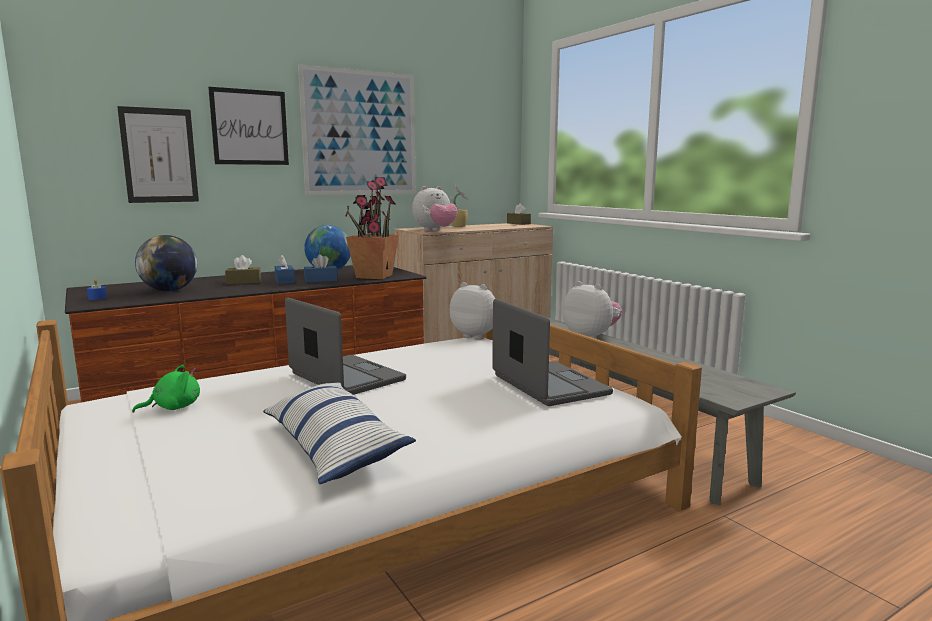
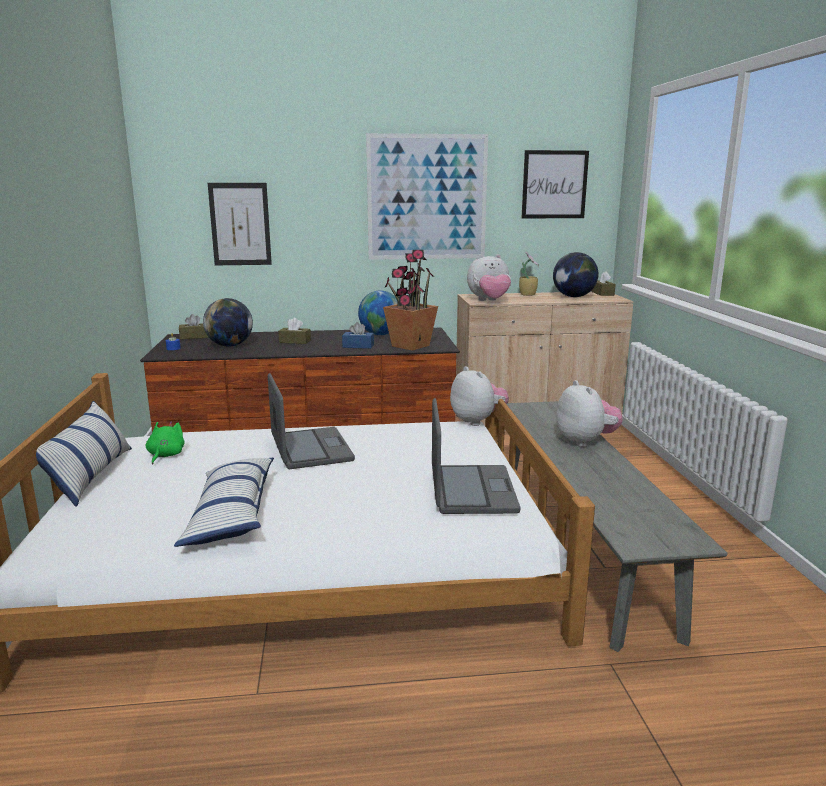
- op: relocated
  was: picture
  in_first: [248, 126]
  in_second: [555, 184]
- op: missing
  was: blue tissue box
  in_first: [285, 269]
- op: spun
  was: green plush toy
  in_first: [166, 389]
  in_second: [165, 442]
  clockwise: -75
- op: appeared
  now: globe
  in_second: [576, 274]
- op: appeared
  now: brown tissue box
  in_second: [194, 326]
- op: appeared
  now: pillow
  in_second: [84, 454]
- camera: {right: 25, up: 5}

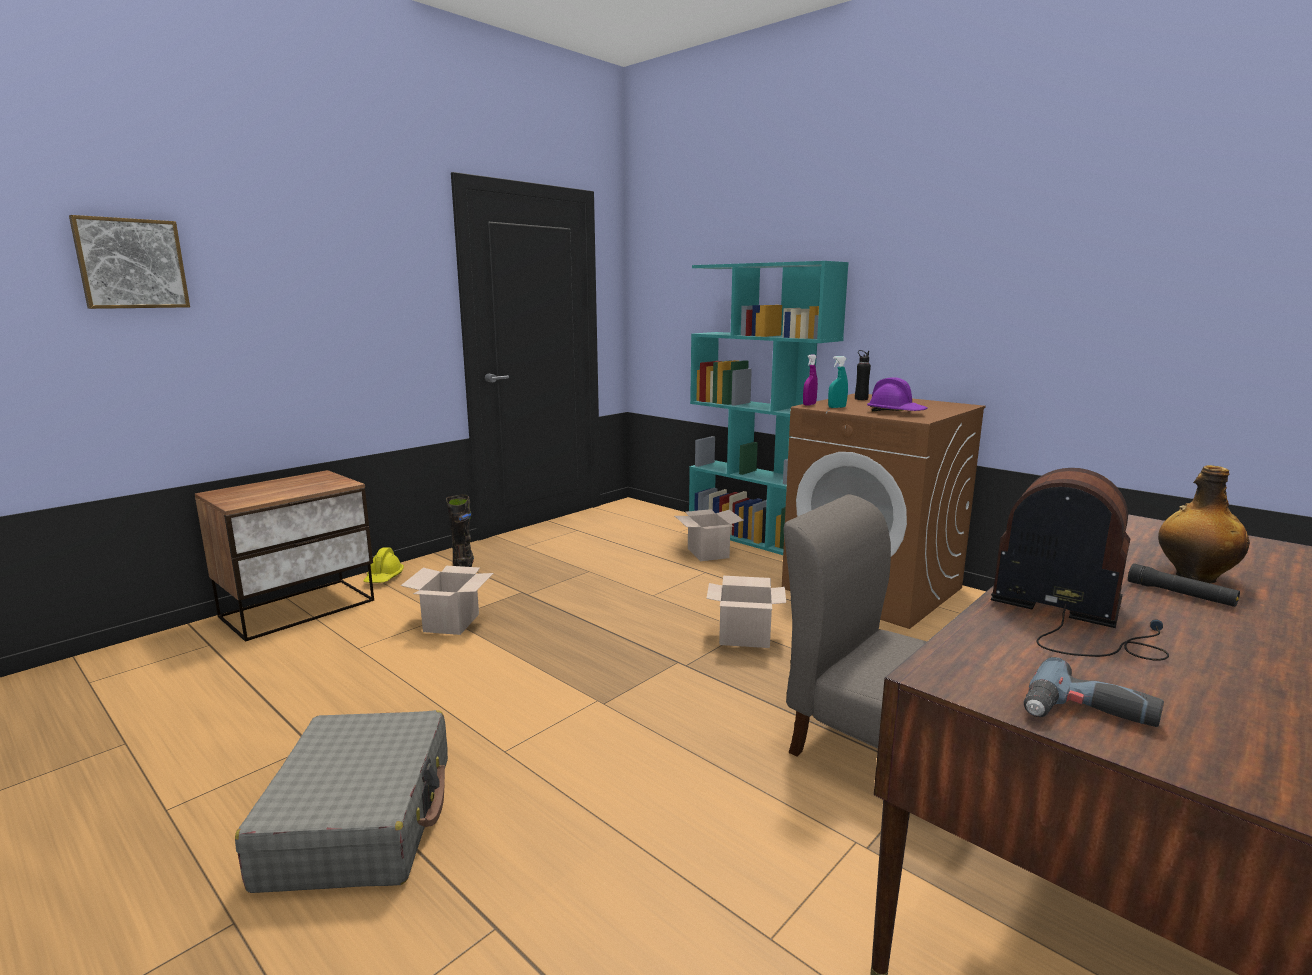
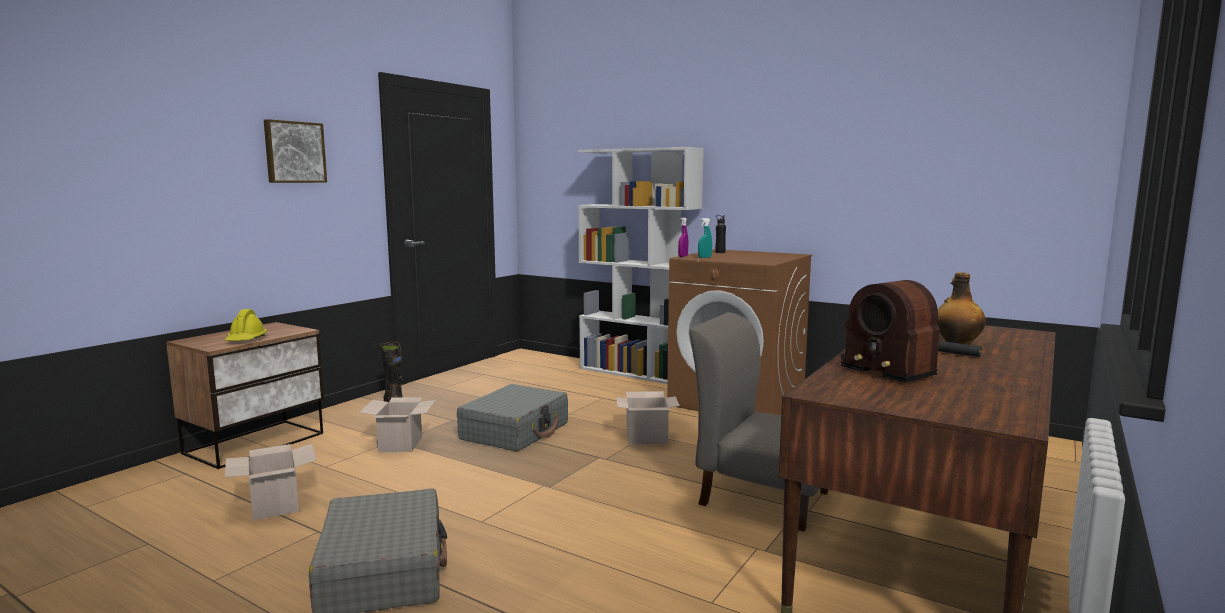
- op: relocated
  was: picture
  in_first: [129, 262]
  in_second: [295, 151]
- op: colour
  was: turquoise bookcase
  now: white bookcase
  in_first: [769, 408]
  in_second: [641, 265]
- op: missing
  was: purple hard hat
  in_first: [897, 394]
- op: spun
  was: radio
  in_first: [1080, 564]
  in_second: [890, 331]
  clockwise: -150
- op: relocated
  was: cardboard box
  in_first: [709, 535]
  in_second: [270, 482]
- op: relocated
  was: yellow hard hat
  in_first: [384, 565]
  in_second: [245, 325]
- op: missing
  was: power drill
  in_first: [1094, 692]
- op: appeared
  now: grey suitcase
  in_second: [512, 418]
- camera: {right: -10, up: -5}

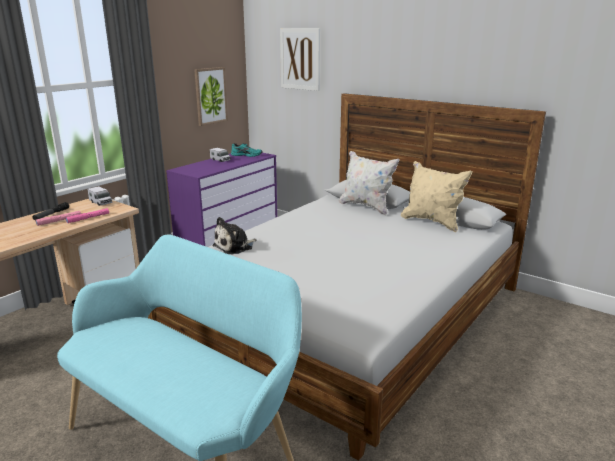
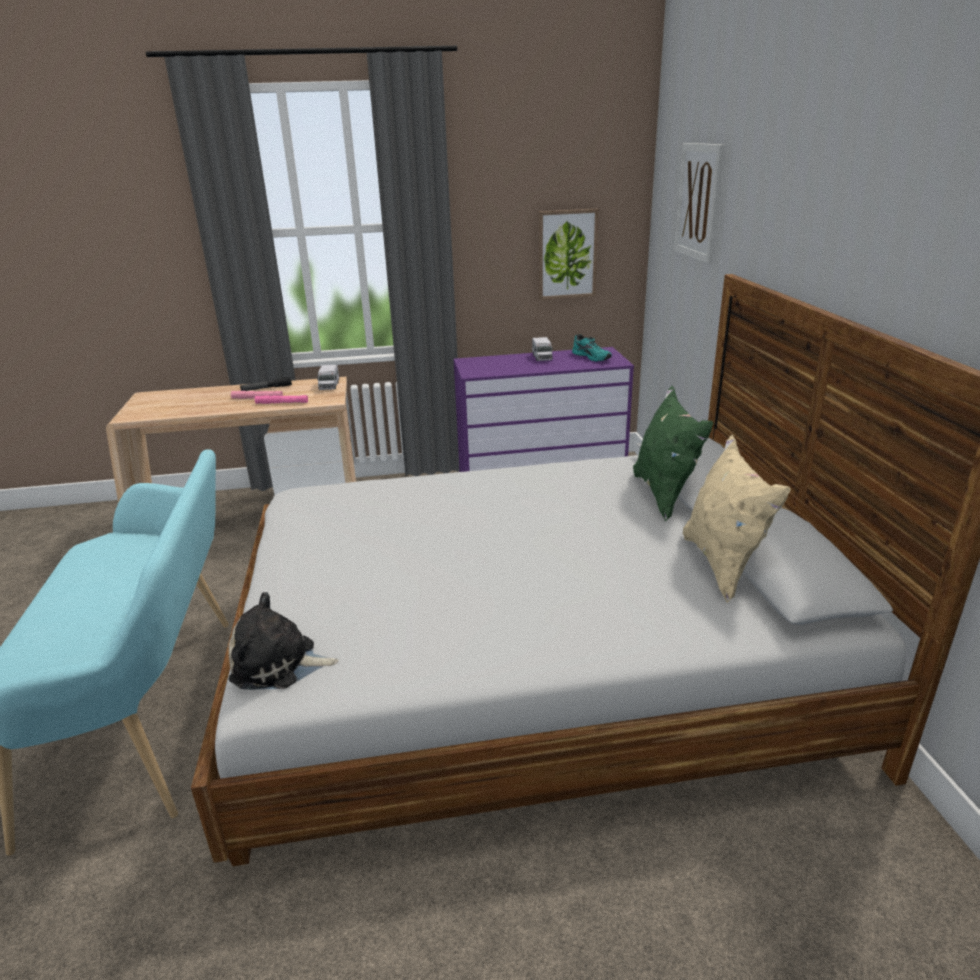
- op: colour
  was: white pillow
  now: green pillow
  in_first: [369, 183]
  in_second: [673, 453]
- op: relocated
  was: plush toy
  in_first: [234, 236]
  in_second: [284, 641]
- camera: {right: 45, up: 5}

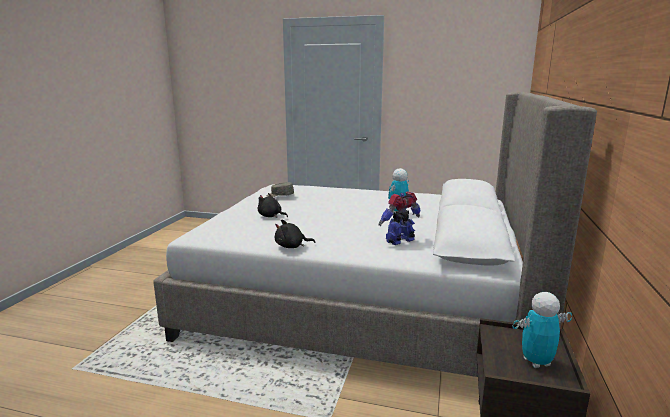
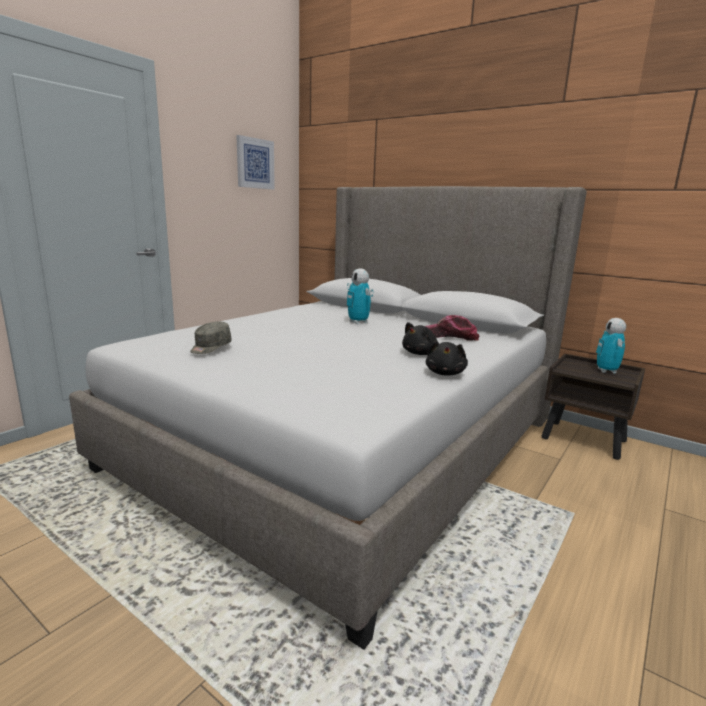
- op: exchanged
  was: toy robot
  now: cap
  in_first: [400, 218]
  in_second: [452, 328]
- op: relocated
  was: black plush toy
  in_first: [273, 205]
  in_second: [420, 338]
- op: appeared
  now: picture
  in_second: [255, 162]
- camera: {right: -70, up: 0}

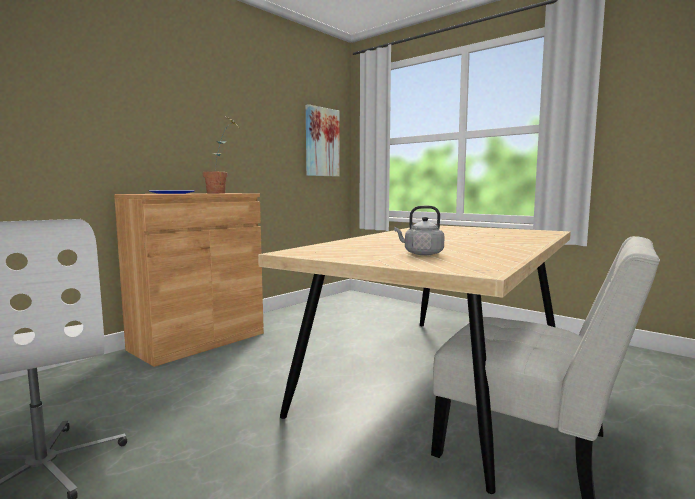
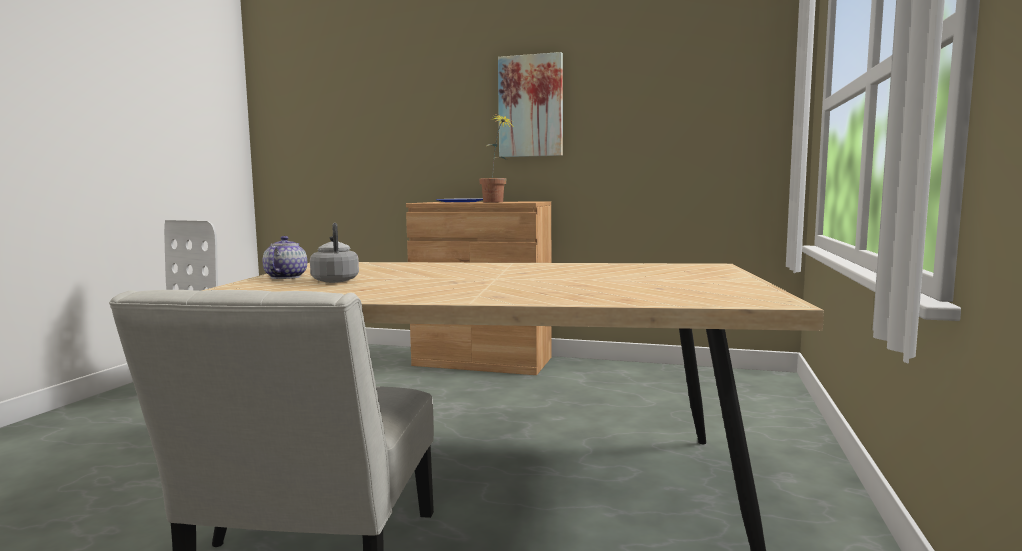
- op: relocated
  was: picture
  in_first: [323, 140]
  in_second: [530, 104]
- op: appeared
  now: teapot
  in_second: [285, 257]
- camera: {right: 65, up: 0}

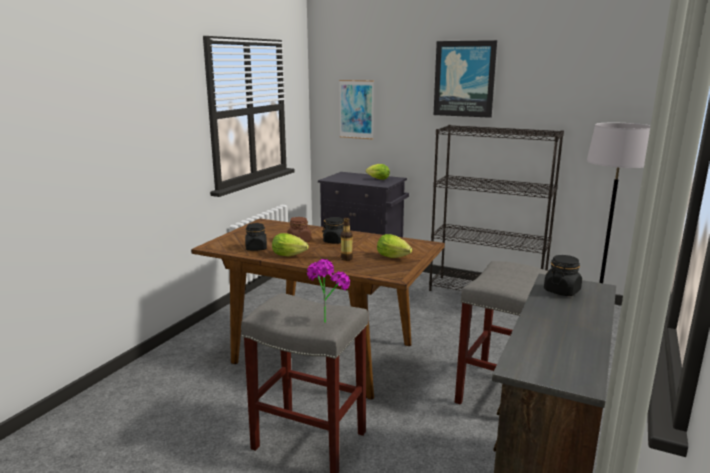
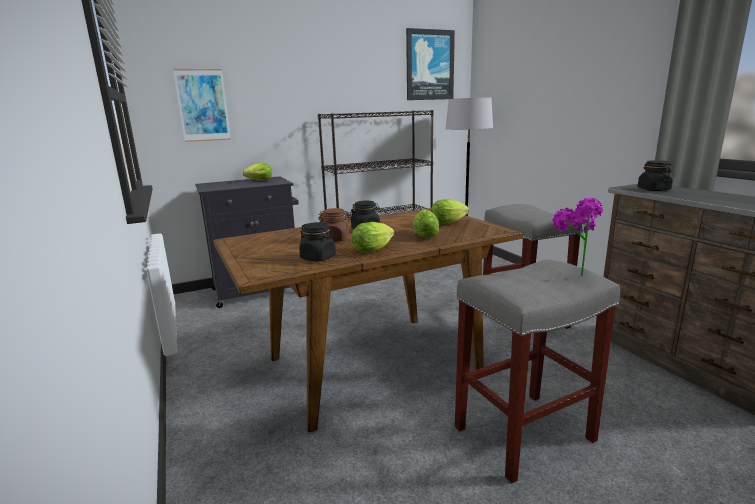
- op: relocated
  was: picture
  in_first: [465, 79]
  in_second: [430, 64]
- op: exchanged
  was: bottle
  now: lettuce
  in_first: [347, 239]
  in_second: [426, 223]
- camera: {right: -50, up: 0}

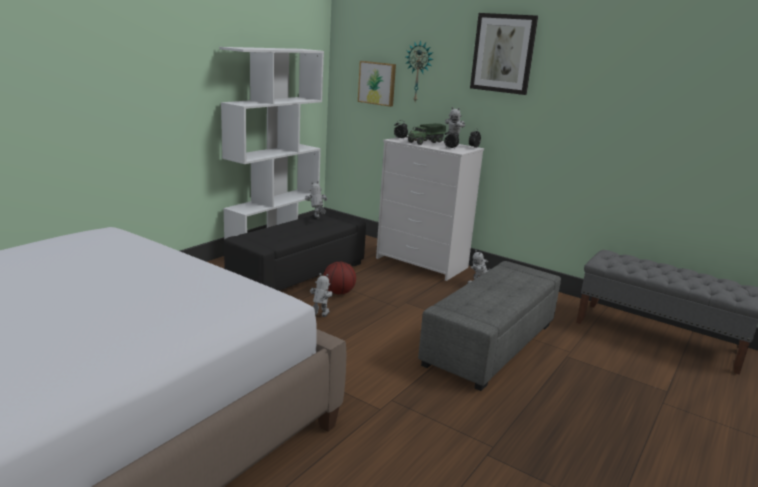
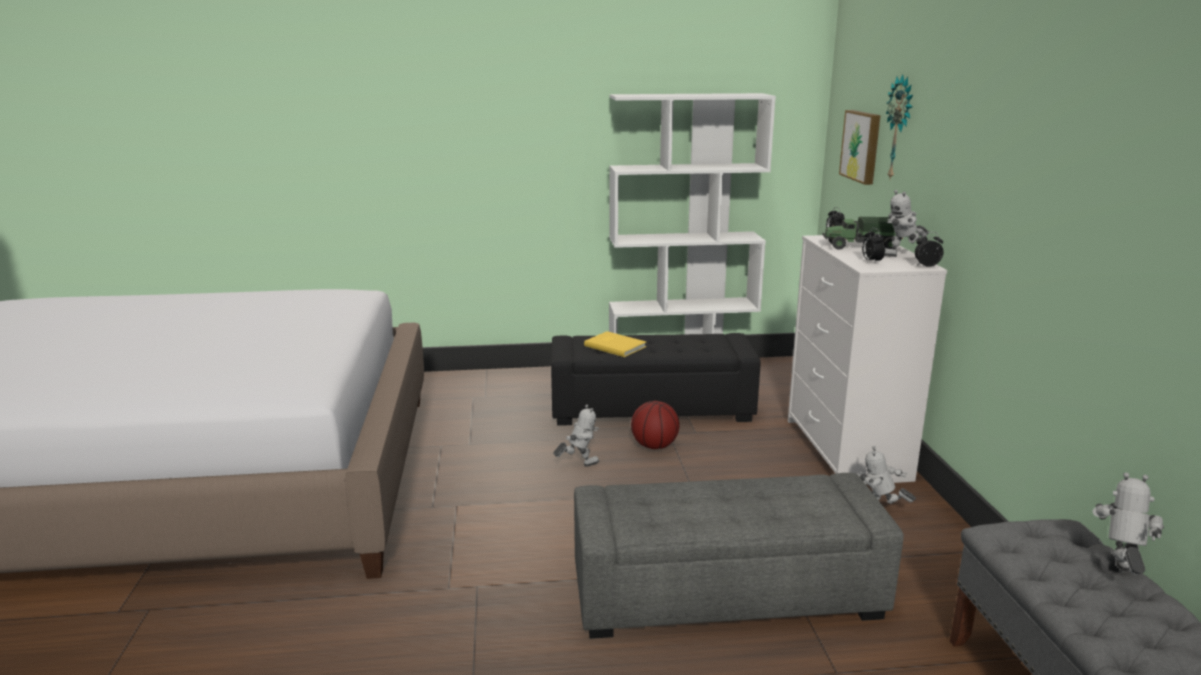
- op: missing
  was: picture
  in_first: [504, 54]
- op: relocated
  was: toy robot
  in_first: [316, 199]
  in_second: [1128, 523]
- op: appeared
  now: yellow book
  in_second: [615, 344]
- camera: {right: 50, up: 0}

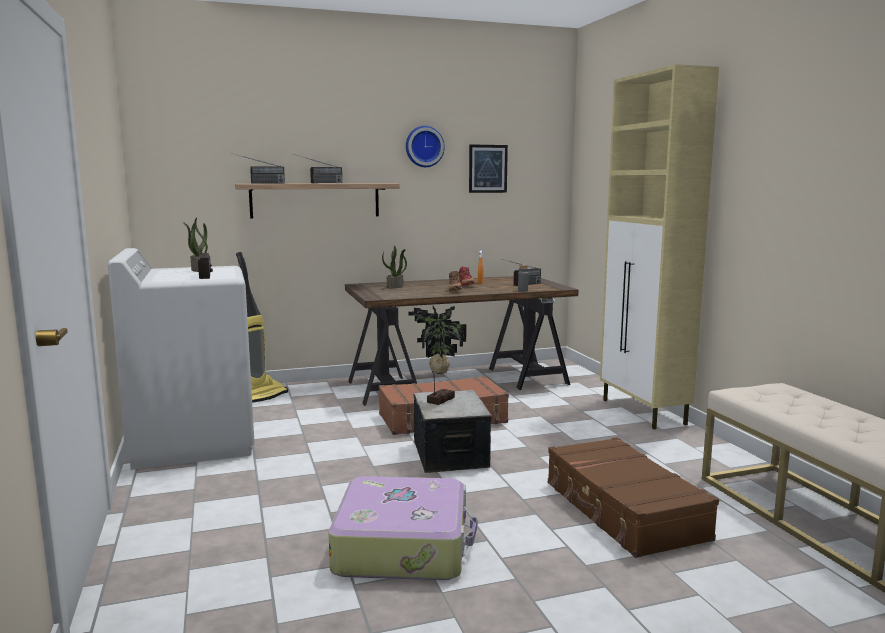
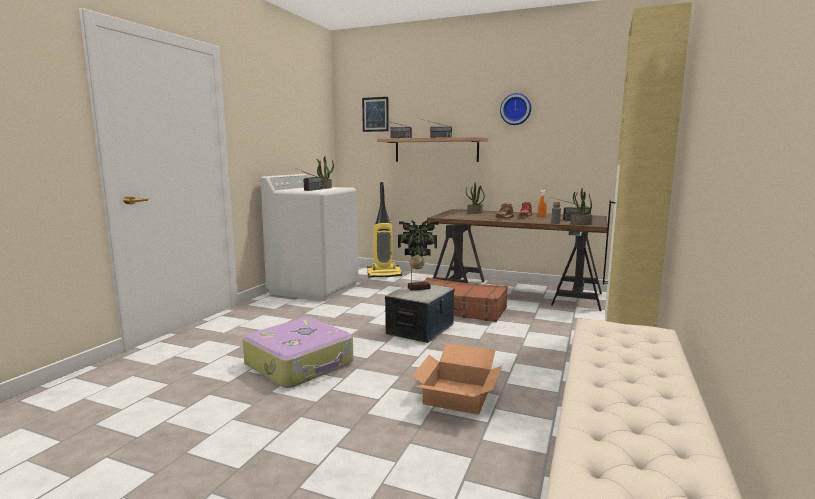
- op: relocated
  was: picture
  in_first: [488, 168]
  in_second: [375, 114]
- op: exchanged
  was: brown suitcase
  now: cardboard box
  in_first: [633, 497]
  in_second: [457, 379]
- op: appeared
  now: potted plant
  in_second: [581, 206]
- camera: {right: 40, up: 0}

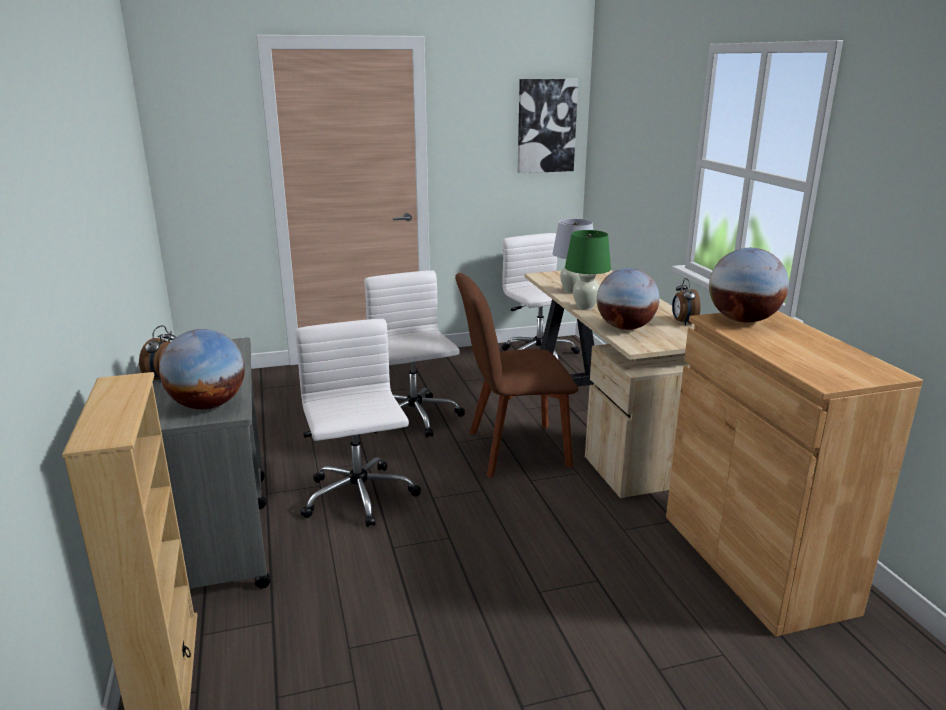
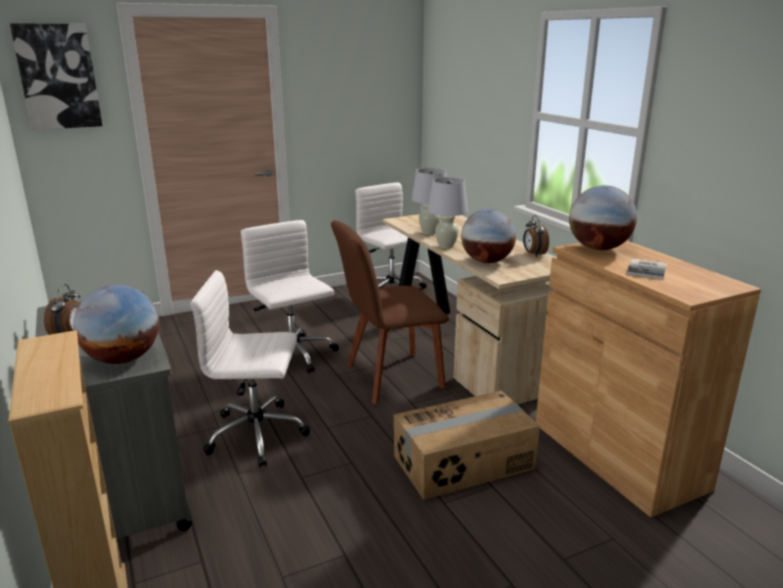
- op: relocated
  was: picture
  in_first: [548, 126]
  in_second: [56, 76]
- op: colour
  was: green table lamp
  now: white table lamp
  in_first: [588, 270]
  in_second: [447, 212]
- op: spun
  was: white office chair
  in_first: [358, 423]
  in_second: [250, 368]
  clockwise: -60
- op: appeared
  now: book
  in_second: [646, 268]
- op: appeared
  now: cardboard box
  in_second: [467, 445]
- camera: {right: -10, up: 0}

